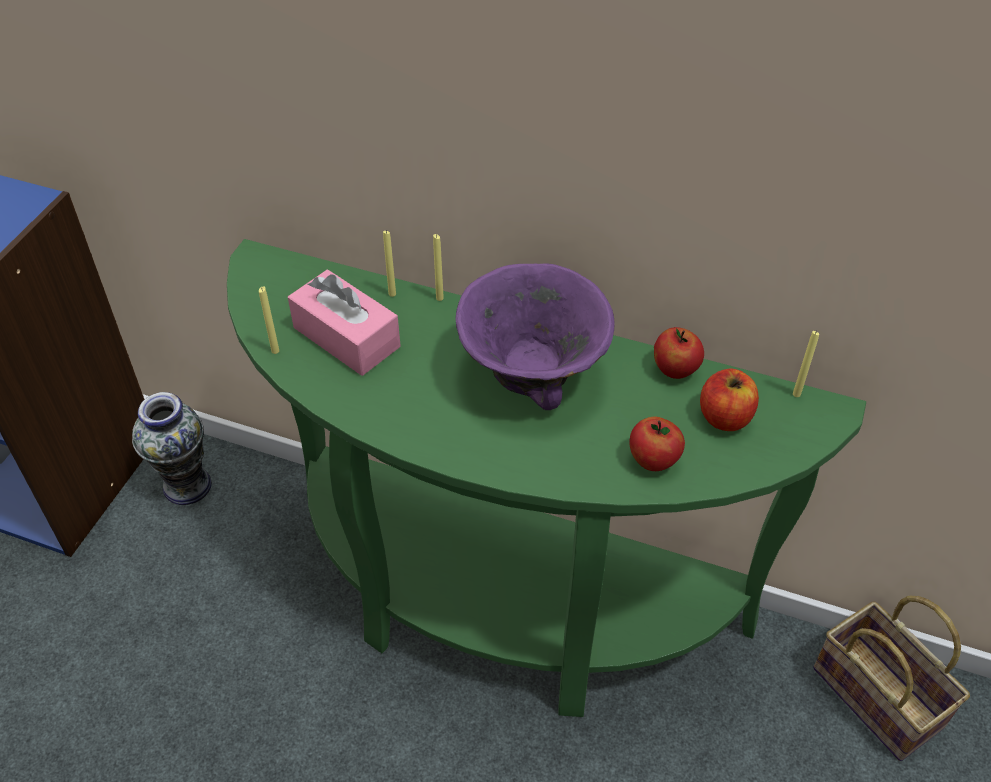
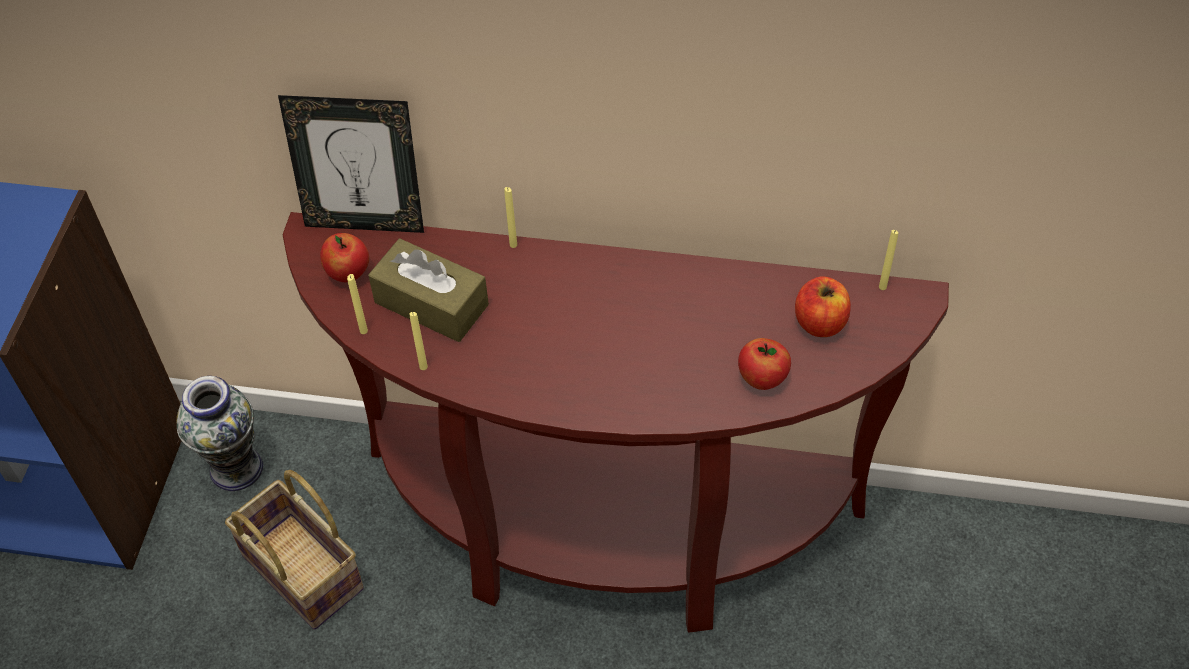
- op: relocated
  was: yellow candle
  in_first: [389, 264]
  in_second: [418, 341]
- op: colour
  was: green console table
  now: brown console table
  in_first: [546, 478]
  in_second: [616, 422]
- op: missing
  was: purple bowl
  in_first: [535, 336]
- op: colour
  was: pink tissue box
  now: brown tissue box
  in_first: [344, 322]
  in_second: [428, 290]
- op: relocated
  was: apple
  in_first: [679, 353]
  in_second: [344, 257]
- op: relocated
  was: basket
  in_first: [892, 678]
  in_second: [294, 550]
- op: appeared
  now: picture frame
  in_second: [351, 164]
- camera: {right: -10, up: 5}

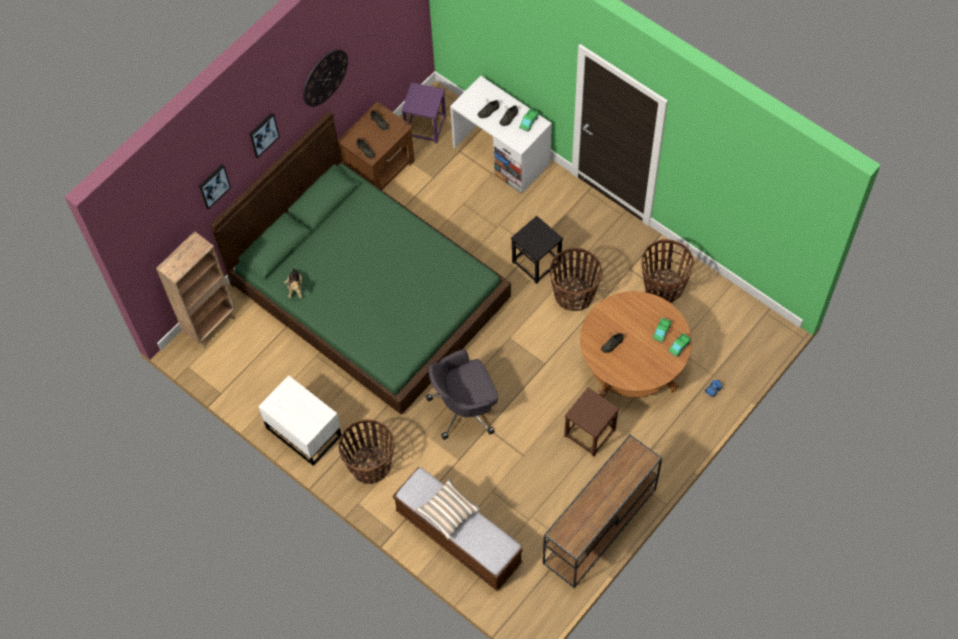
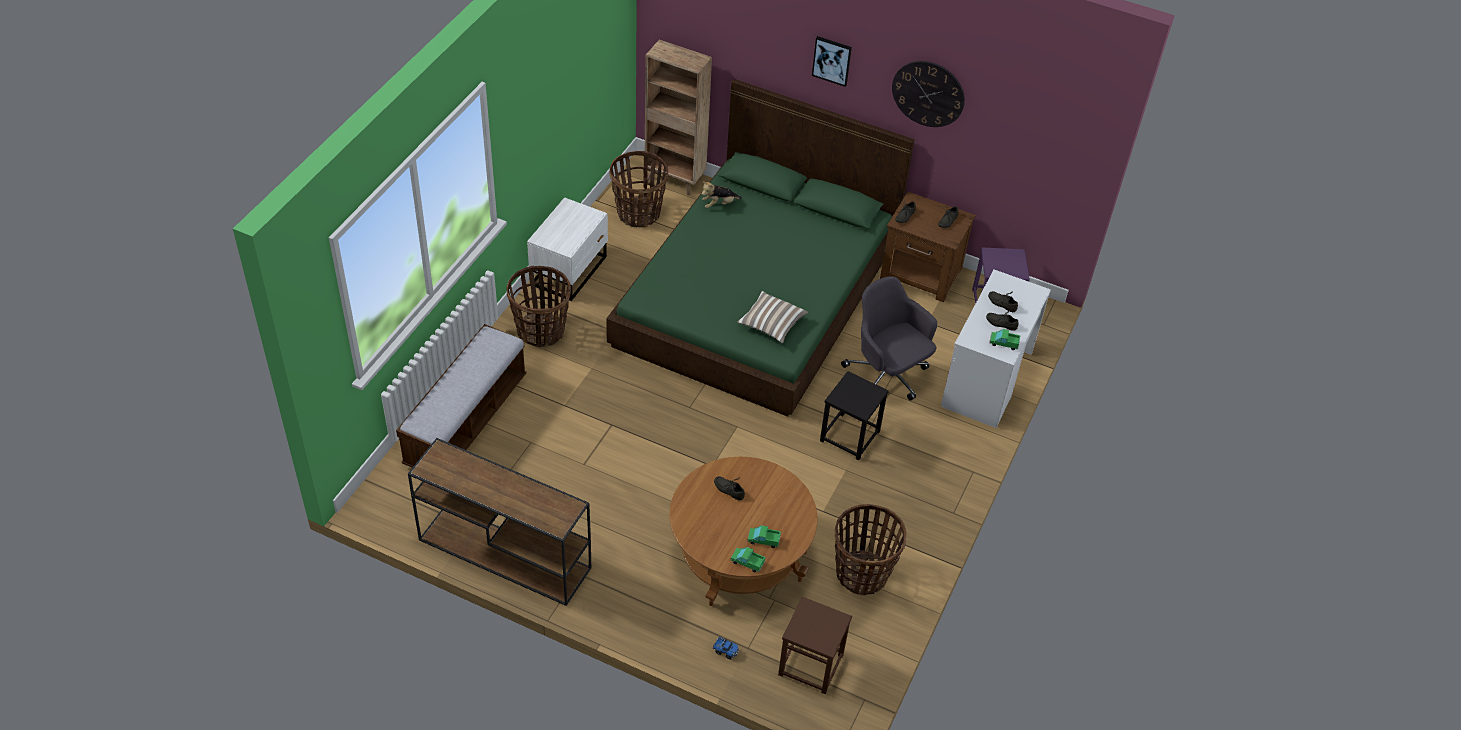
- op: missing
  was: picture
  in_first: [215, 187]
- op: relocated
  was: basket
  in_first: [576, 279]
  in_second: [639, 189]
- op: relocated
  was: grey office chair
  in_first: [462, 394]
  in_second: [889, 338]
- op: relocated
  was: brown stool
  in_first: [591, 422]
  in_second: [815, 645]
- op: relocated
  was: pillow
  in_first: [448, 509]
  in_second: [772, 317]
- camera: {right: 70, up: -15}

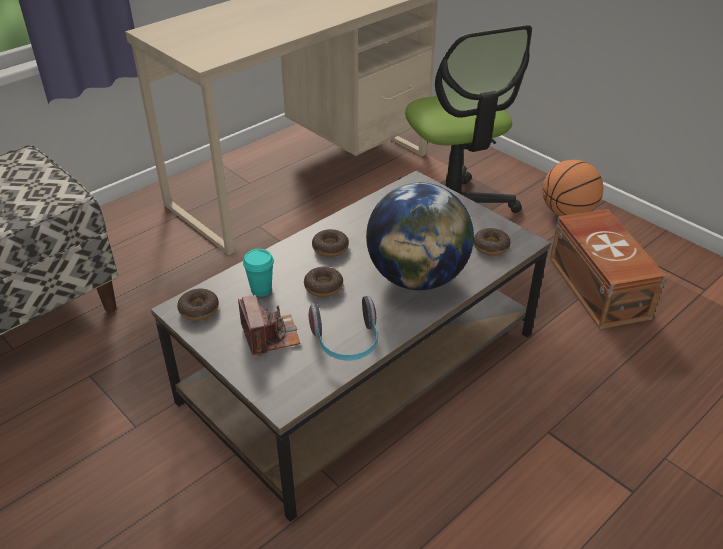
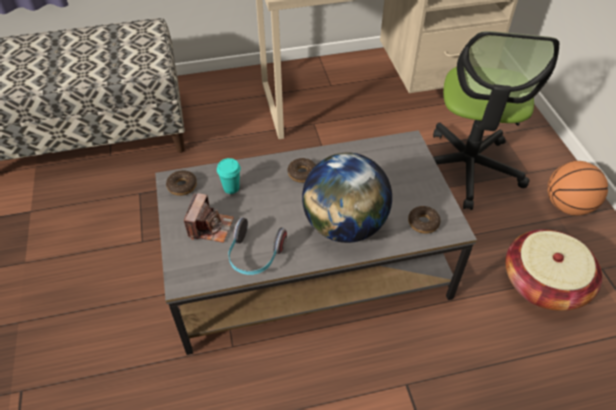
- op: exchanged
  was: brown storage box
  now: basket
  in_first: [608, 269]
  in_second: [553, 270]
- op: missing
  was: donut
  in_first: [323, 282]
- camera: {right: 30, up: 10}

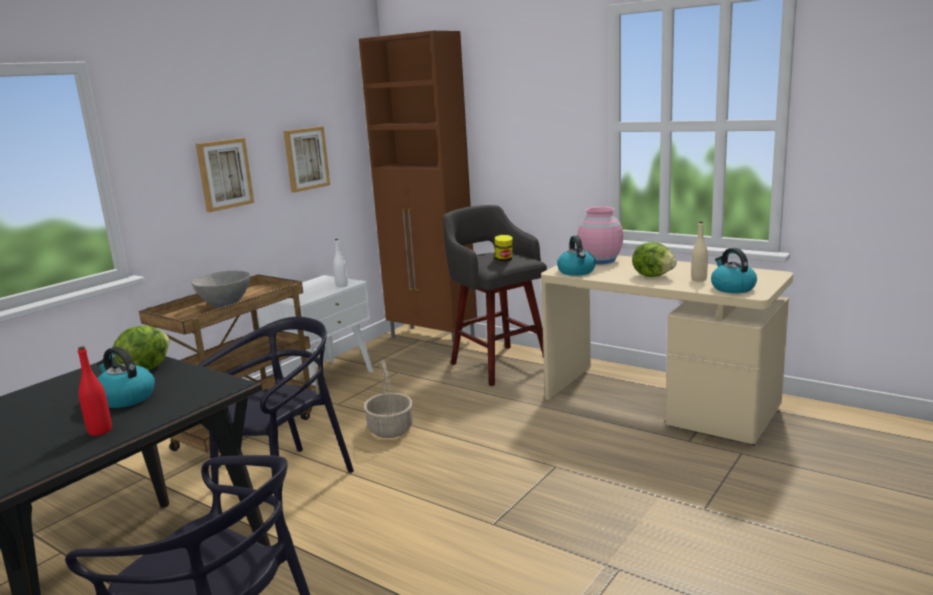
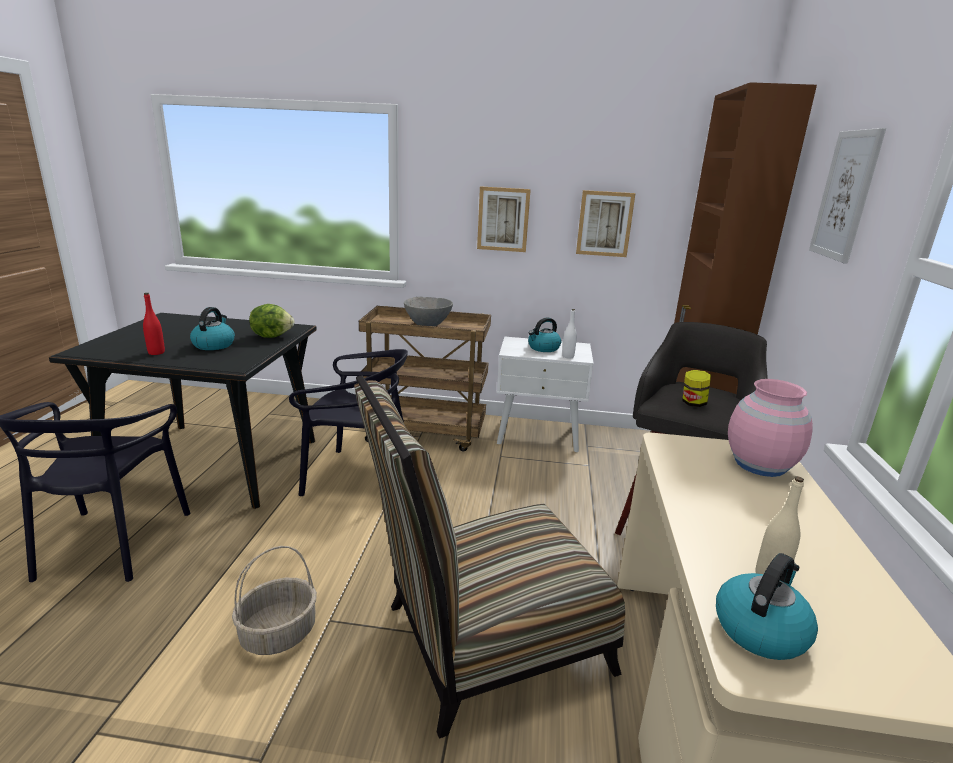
- op: relocated
  was: kettle
  in_first: [576, 256]
  in_second: [544, 334]
- op: missing
  was: lettuce
  in_first: [654, 259]
- op: relocated
  was: basket
  in_first: [388, 399]
  in_second: [274, 600]
- op: appeared
  now: picture
  in_second: [847, 196]
- op: appeared
  now: chair
  in_second: [489, 556]
- camera: {right: 60, up: 5}

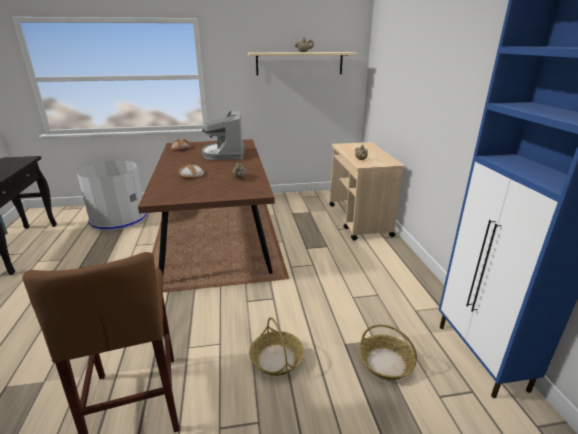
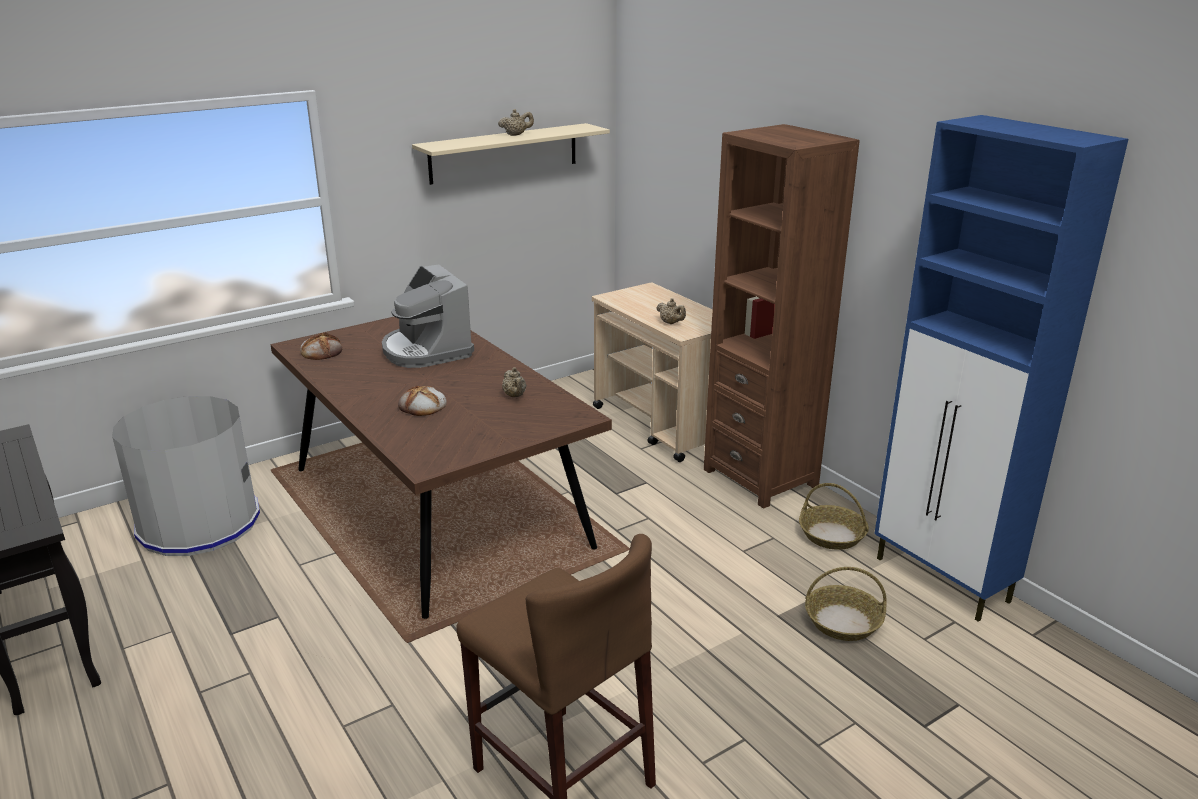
- op: relocated
  was: basket
  in_first: [276, 346]
  in_second: [834, 516]
- op: appeared
  now: brown bookcase
  in_second: [782, 316]
- camera: {right: -25, up: 0}

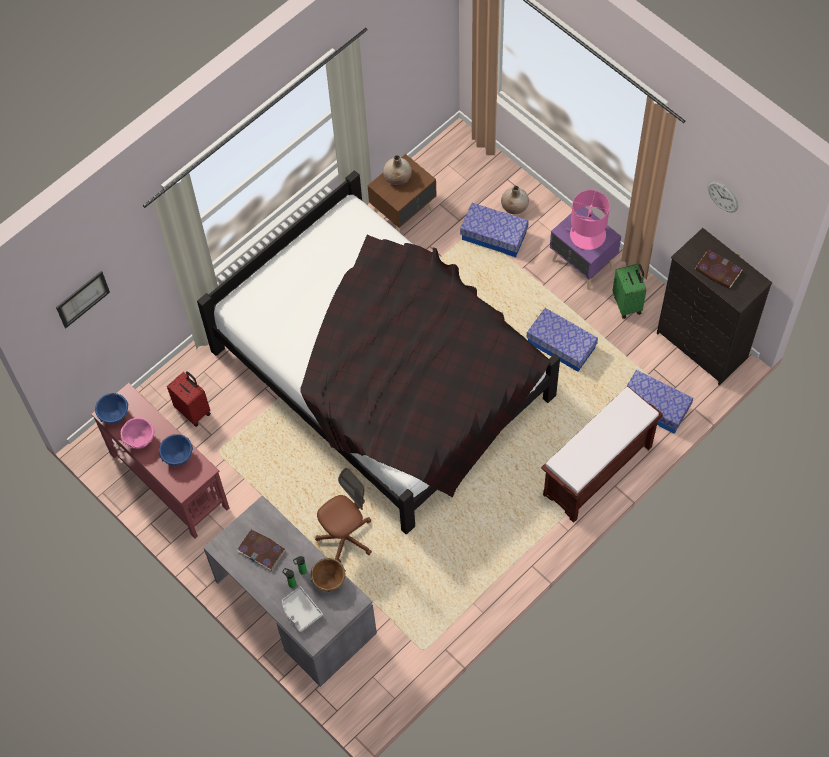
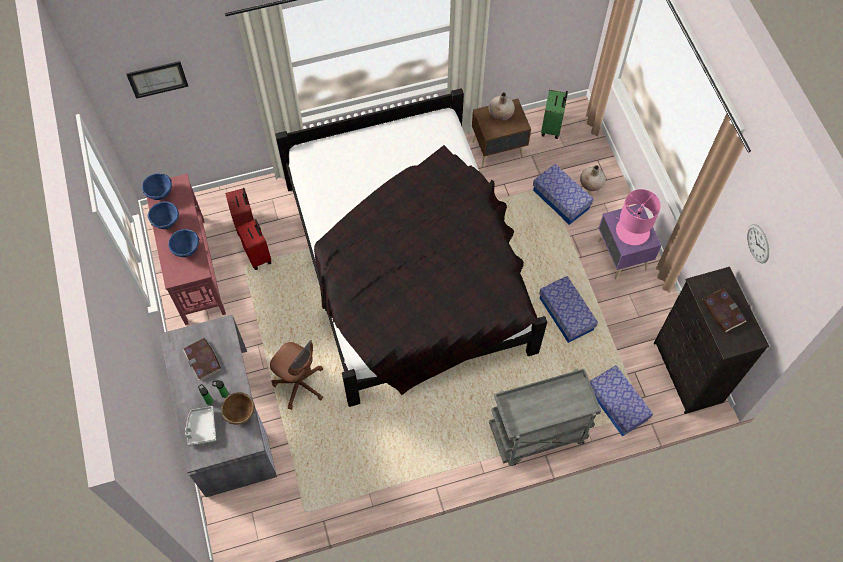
- op: relocated
  was: green suitcase
  in_first: [629, 291]
  in_second: [554, 114]
- op: exchanged
  was: brown bench
  now: grey cart
  in_first: [602, 454]
  in_second: [545, 417]
- op: colour
  was: pink bowl
  now: blue bowl
  in_first: [137, 433]
  in_second: [163, 215]
- op: spun
  was: brown office chair
  in_first: [343, 515]
  in_second: [296, 375]
  clockwise: 45
- op: appeared
  now: red suitcase
  in_second: [254, 244]
- camera: {right: 25, up: 0}

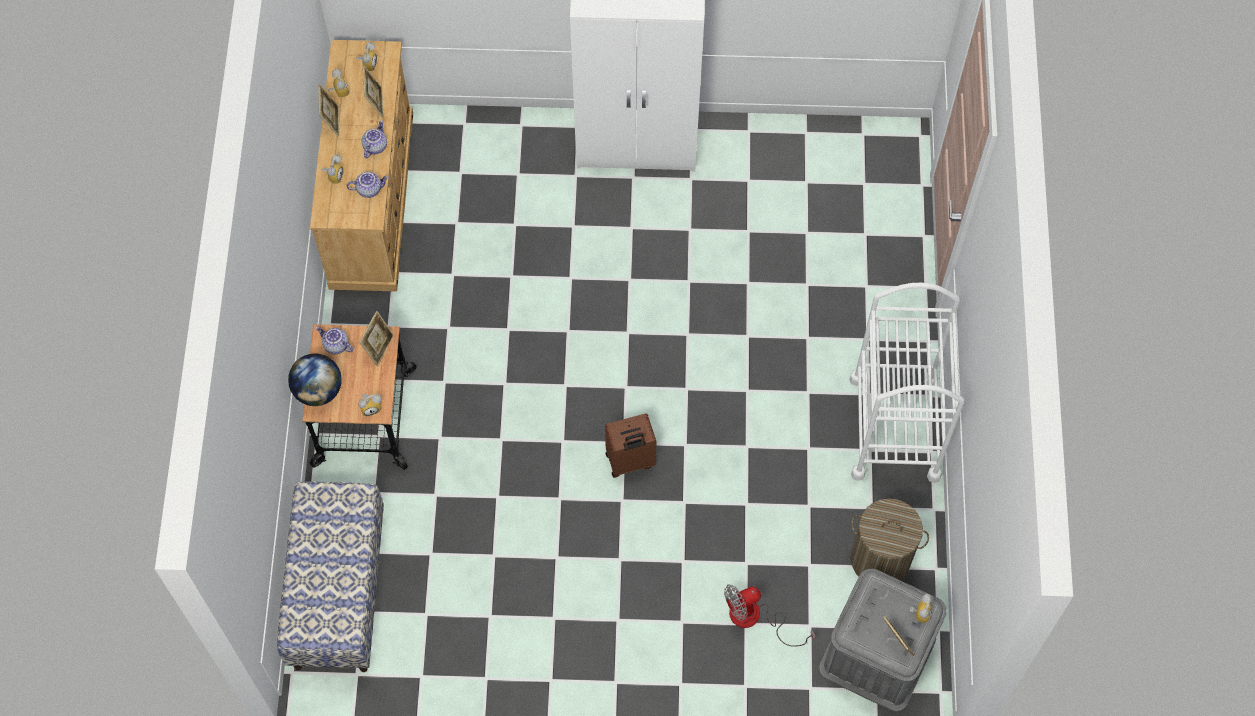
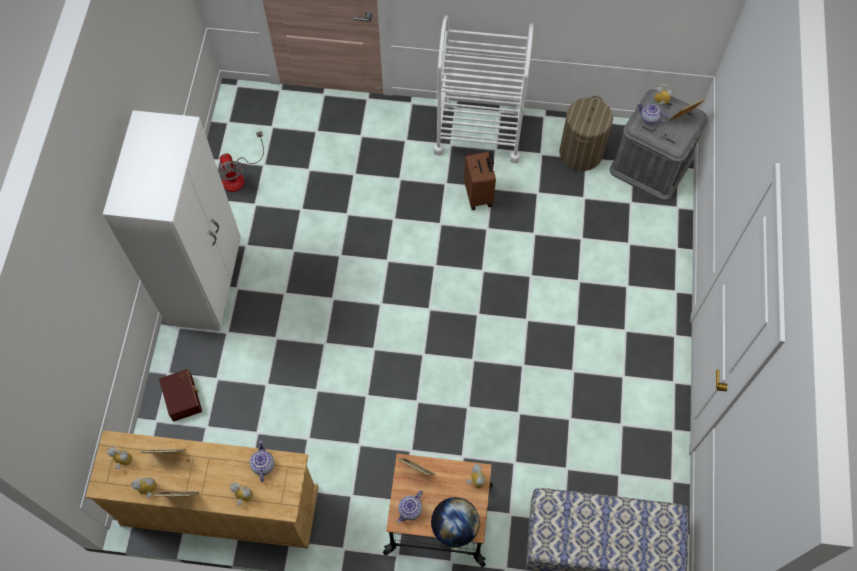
- op: relocated
  was: teapot
  in_first: [374, 139]
  in_second: [652, 113]
- op: relocated
  was: brown suitcase
  in_first: [630, 446]
  in_second: [480, 180]
- op: relocated
  was: fan
  in_first: [769, 615]
  in_second: [240, 161]
- op: appeared
  now: brown storage box
  in_second: [180, 395]
- camera: {right: -85, up: 0}

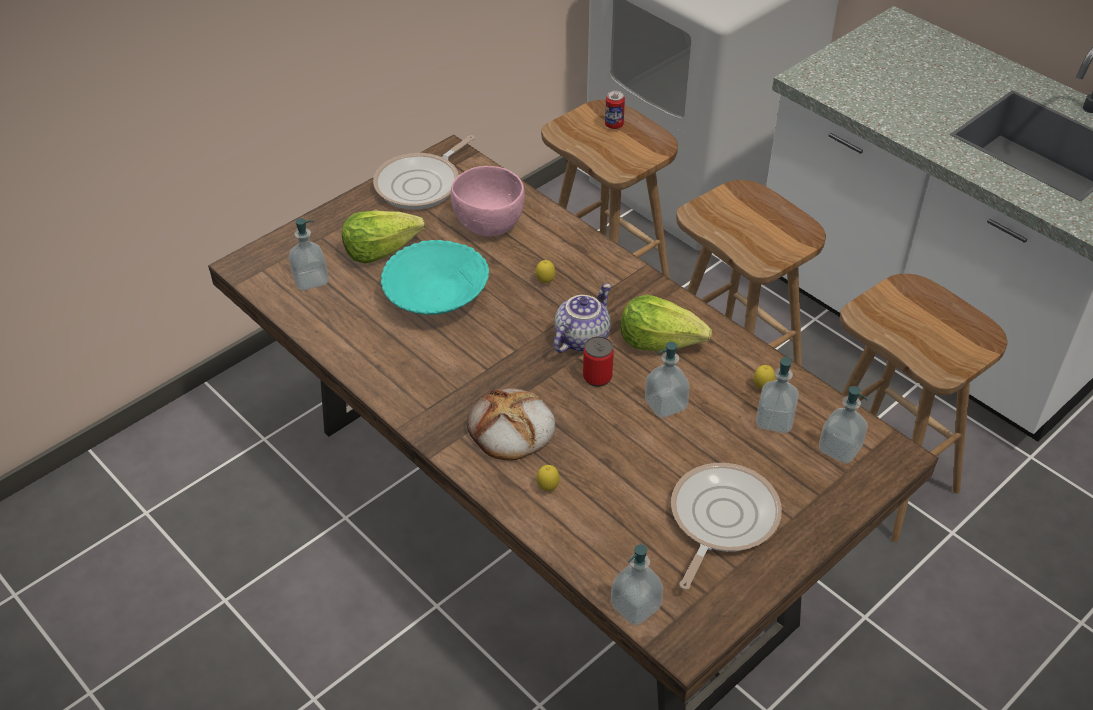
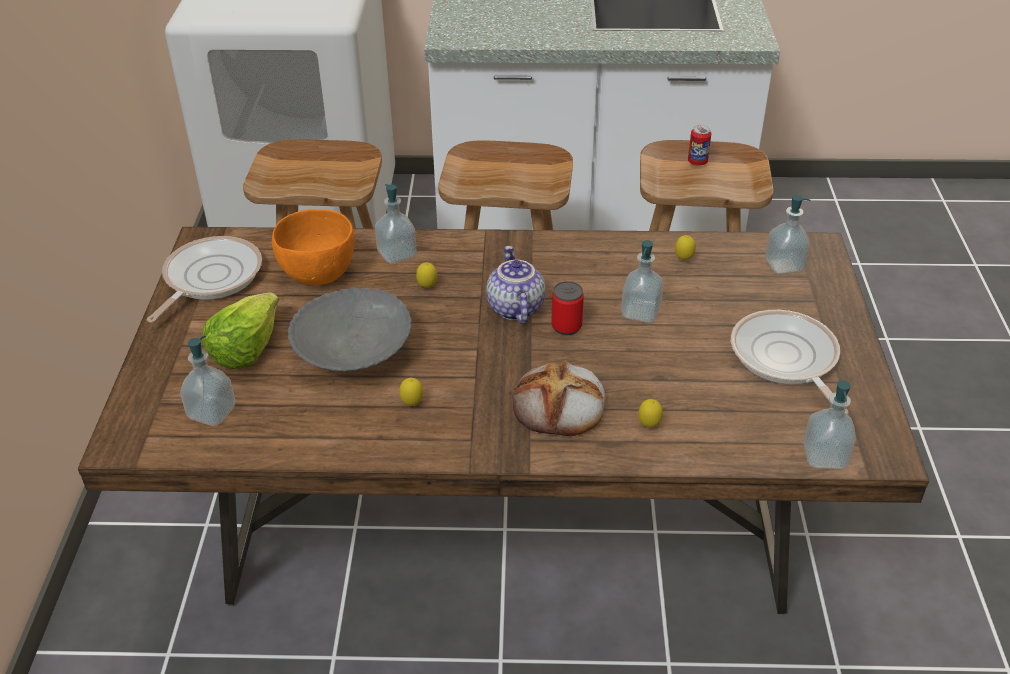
- op: relocated
  was: can
  in_first: [615, 110]
  in_second: [699, 145]
- op: spun
  was: frying pan
  in_first: [424, 172]
  in_second: [204, 279]
  clockwise: -150
- op: colour
  was: pink bowl
  now: orange bowl
  in_first: [488, 201]
  in_second: [313, 247]
- op: colour
  was: turquoise bowl
  now: grey bowl
  in_first: [435, 277]
  in_second: [350, 329]
- op: missing
  was: lettuce
  in_first: [666, 322]
- op: relocated
  was: soap dispenser
  in_first: [777, 393]
  in_second: [395, 224]
- op: appeared
  now: lemon
  in_second: [411, 392]
- camera: {right: -45, up: -5}

